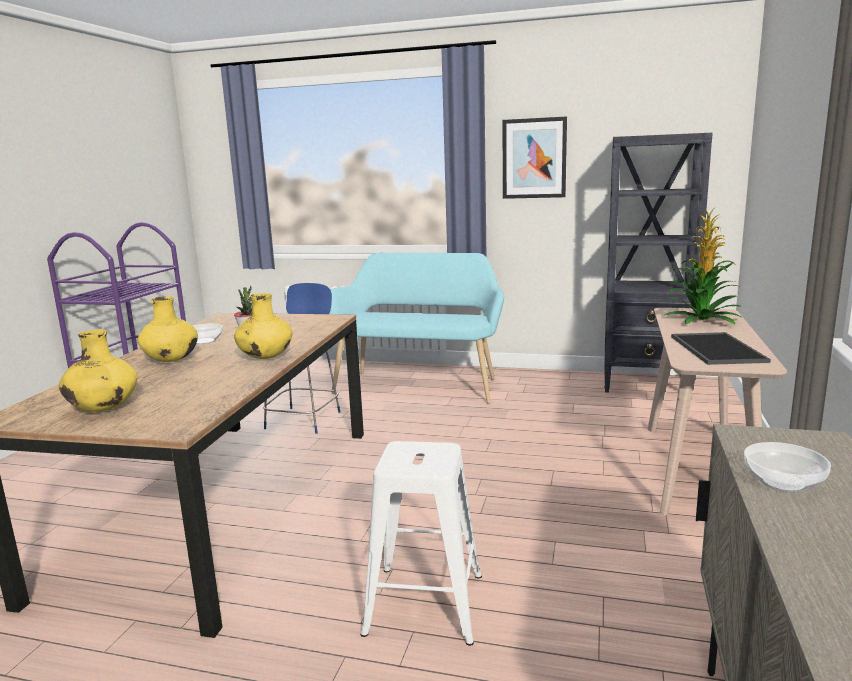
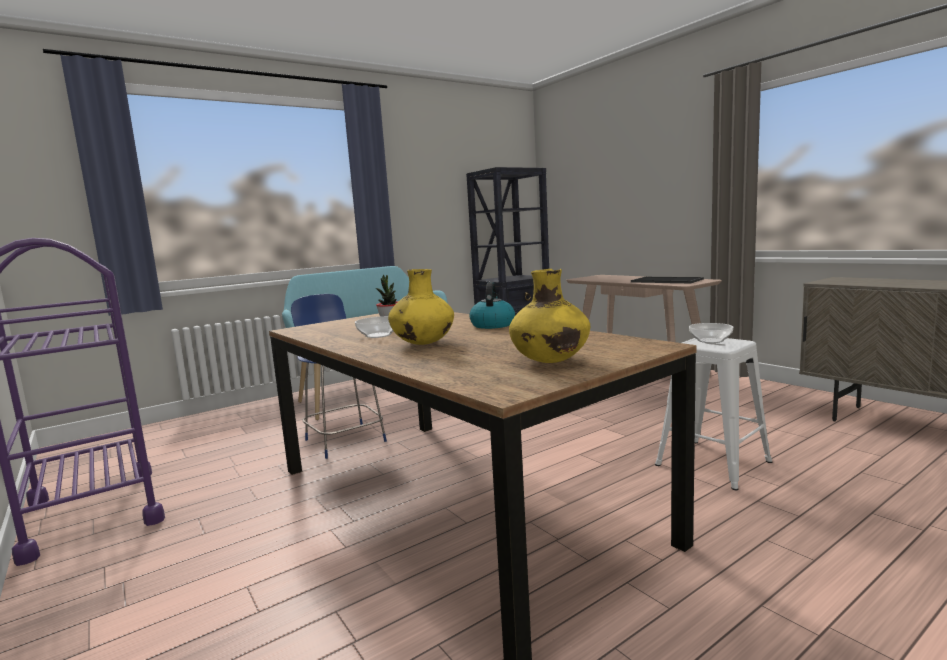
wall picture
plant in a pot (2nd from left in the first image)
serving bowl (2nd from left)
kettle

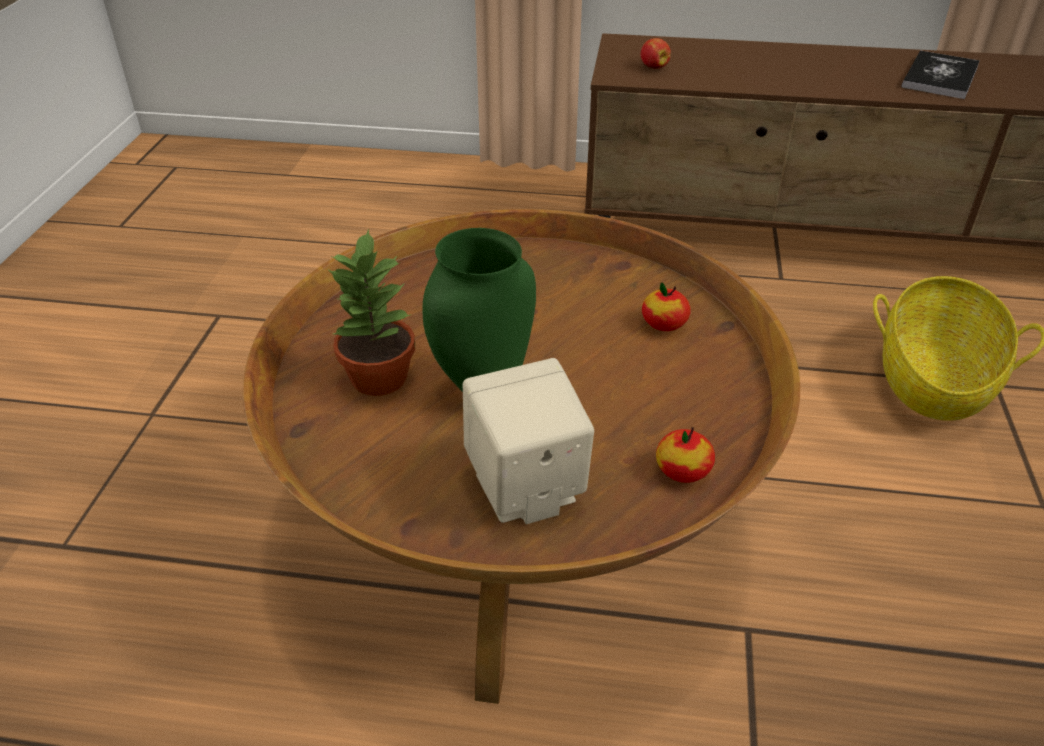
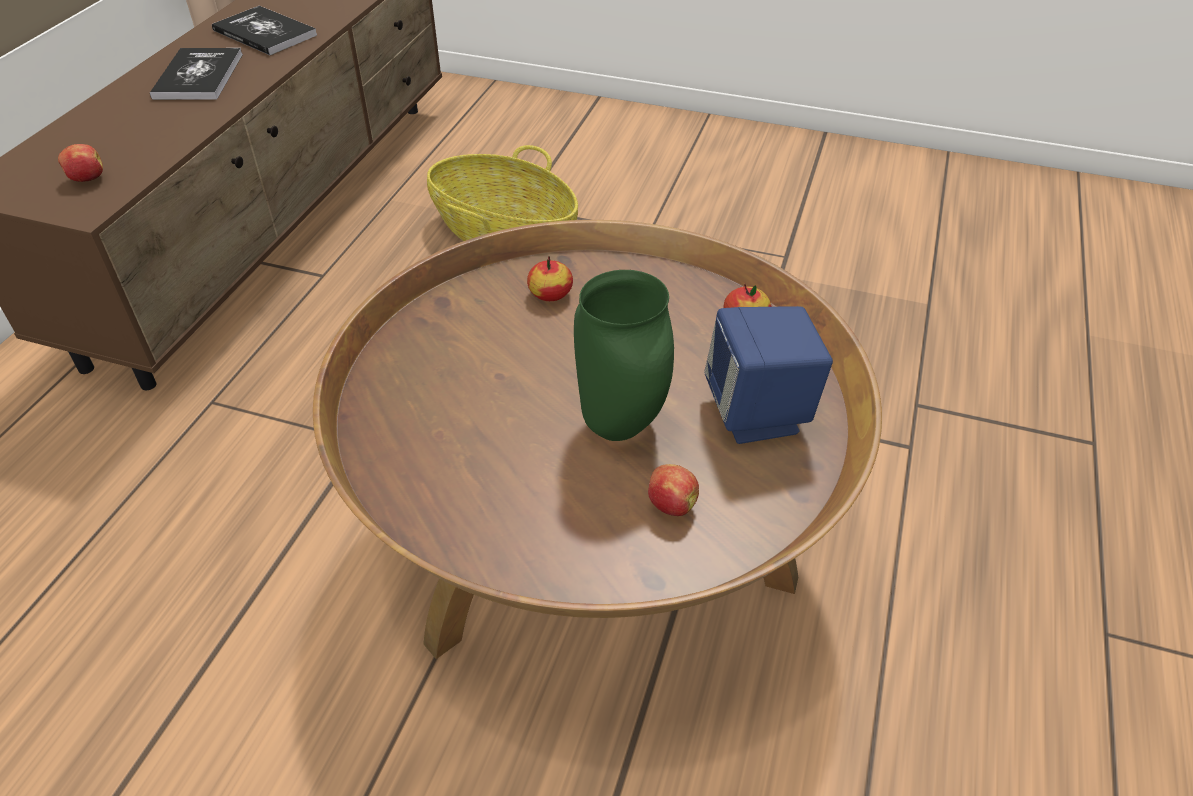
plant in a pot
book (1st from left)
apple fruit (3rd from left)
speaker/blue

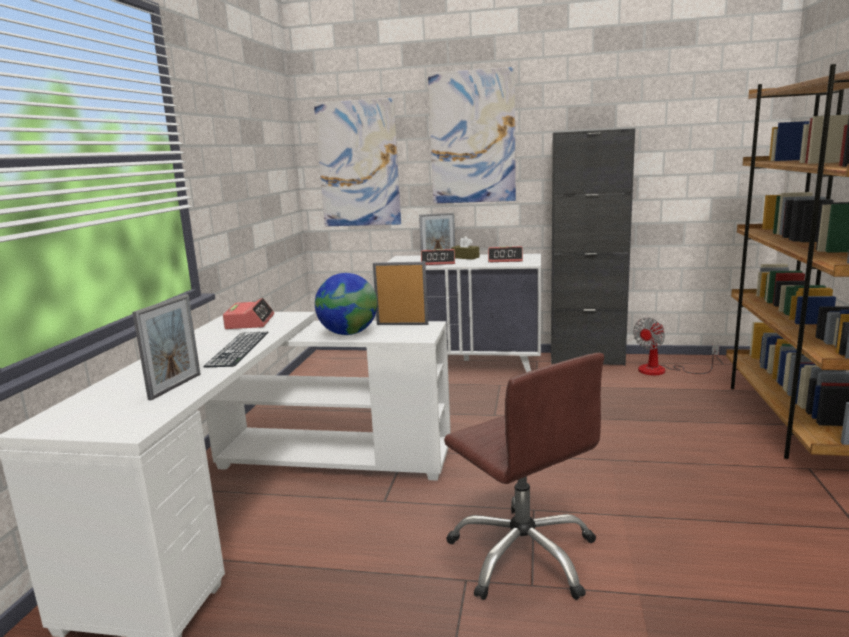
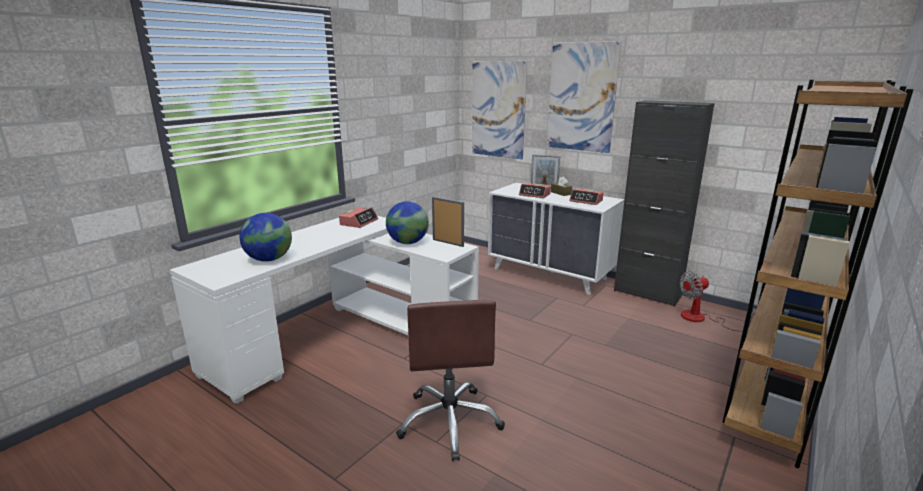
PC keyboard
world globe (1st from left)

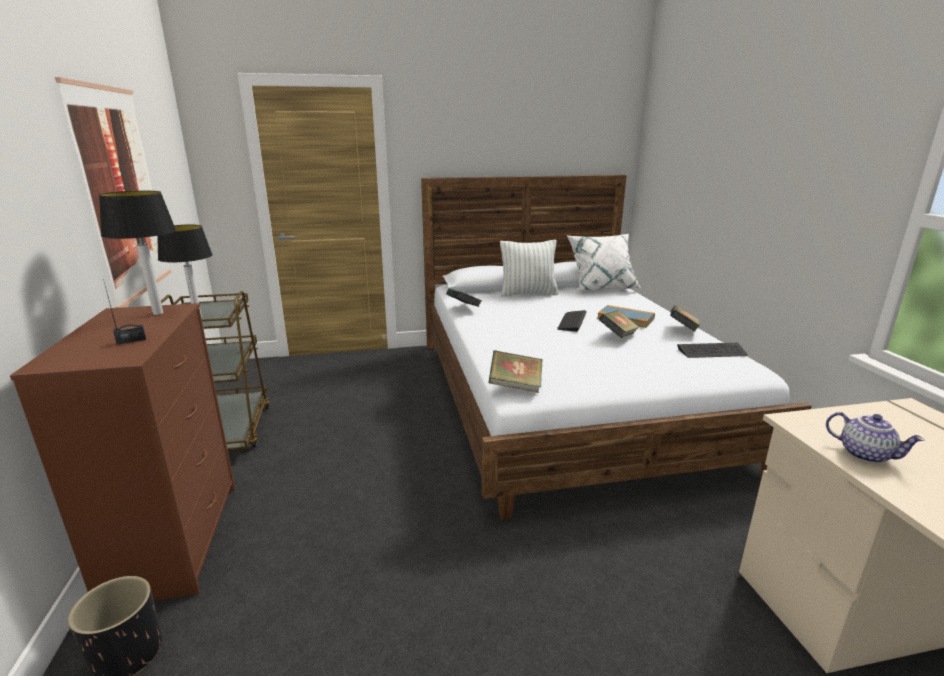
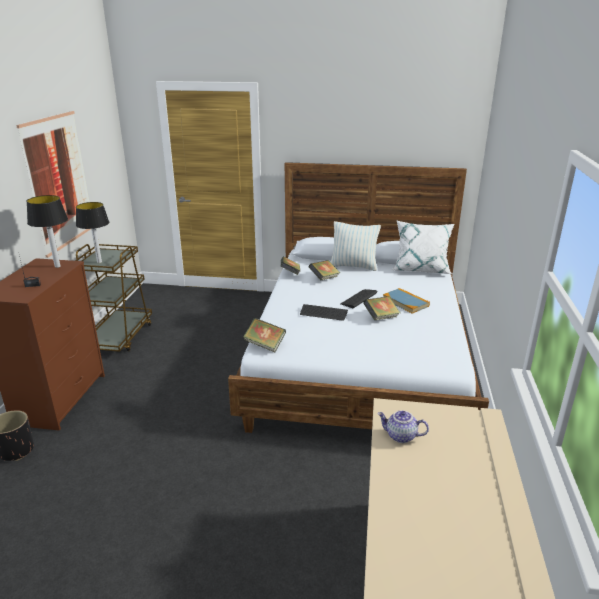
book (3rd from left)
PC keyboard (1st from left)
tea pot

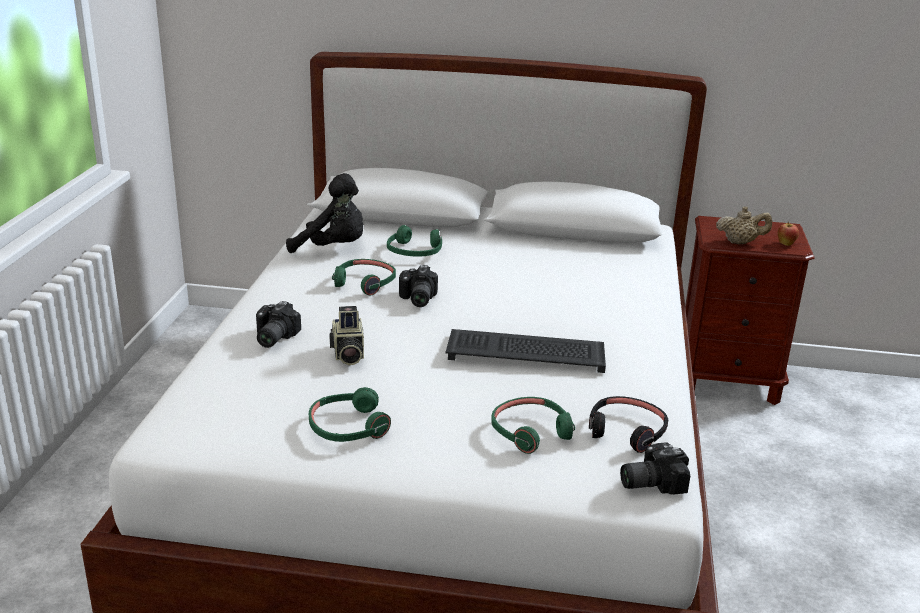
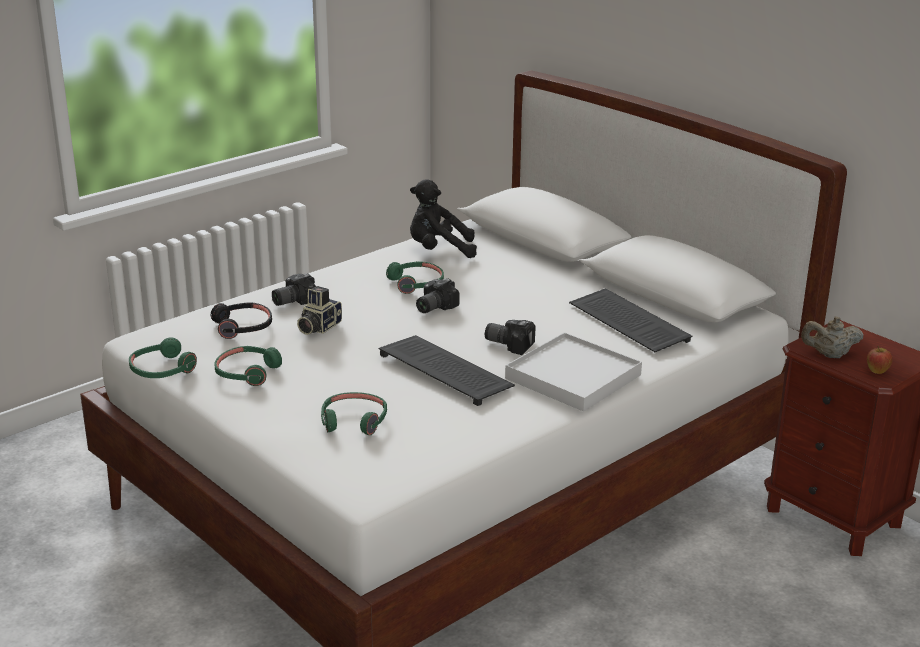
tray/white-coloured
PC keyboard (2nd from left)
pair of headphones/green-coloured (1st from left)
pair of headphones/black
photo camera (4th from left)
cuddly toy/black
tea pot/sand-coloured

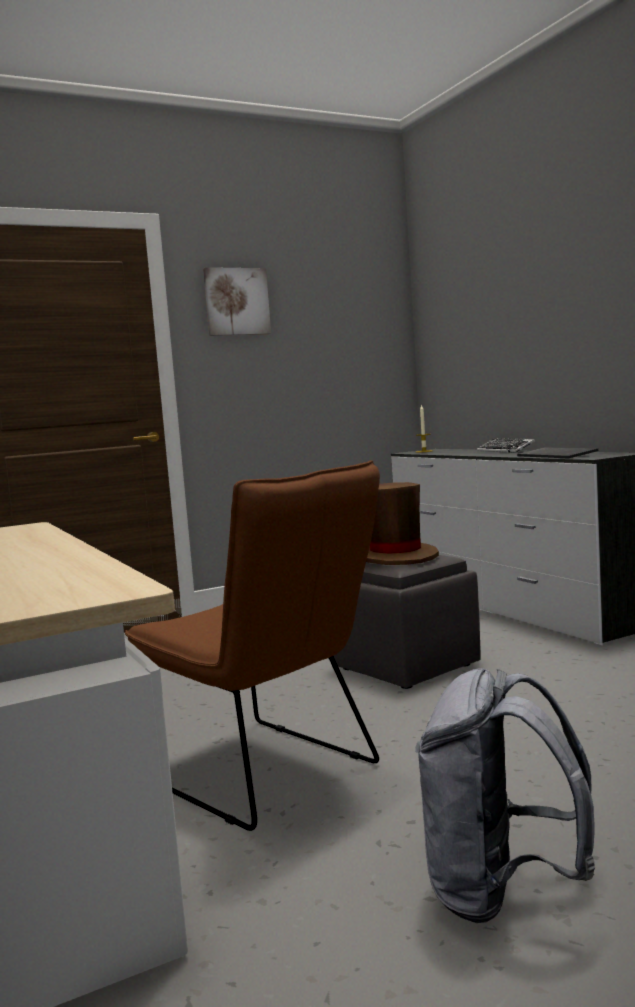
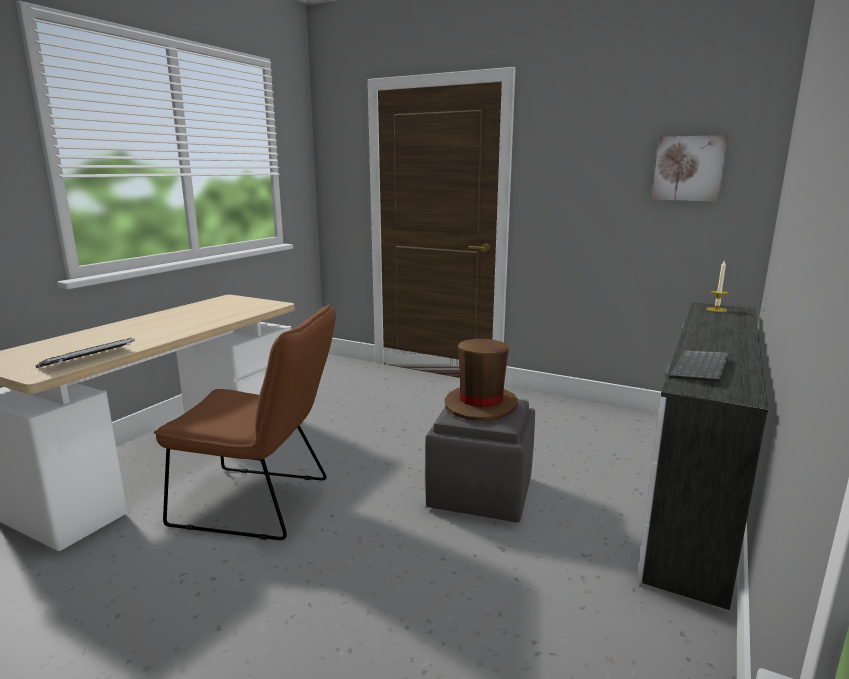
backpack/gray
wall picture
PC keyboard (1st from left)
upright chair/brownish

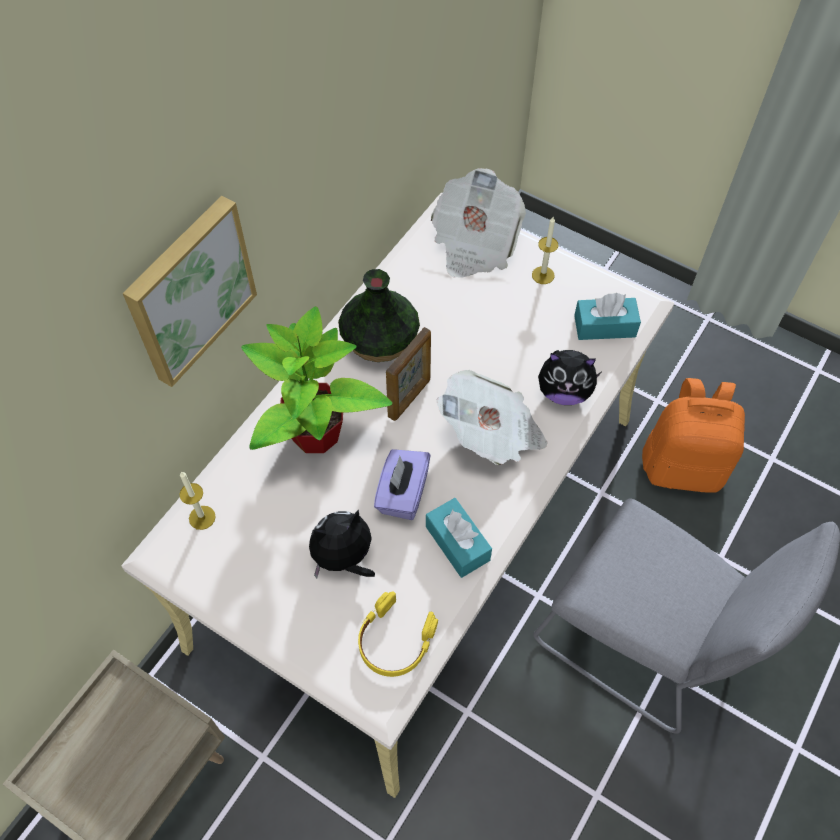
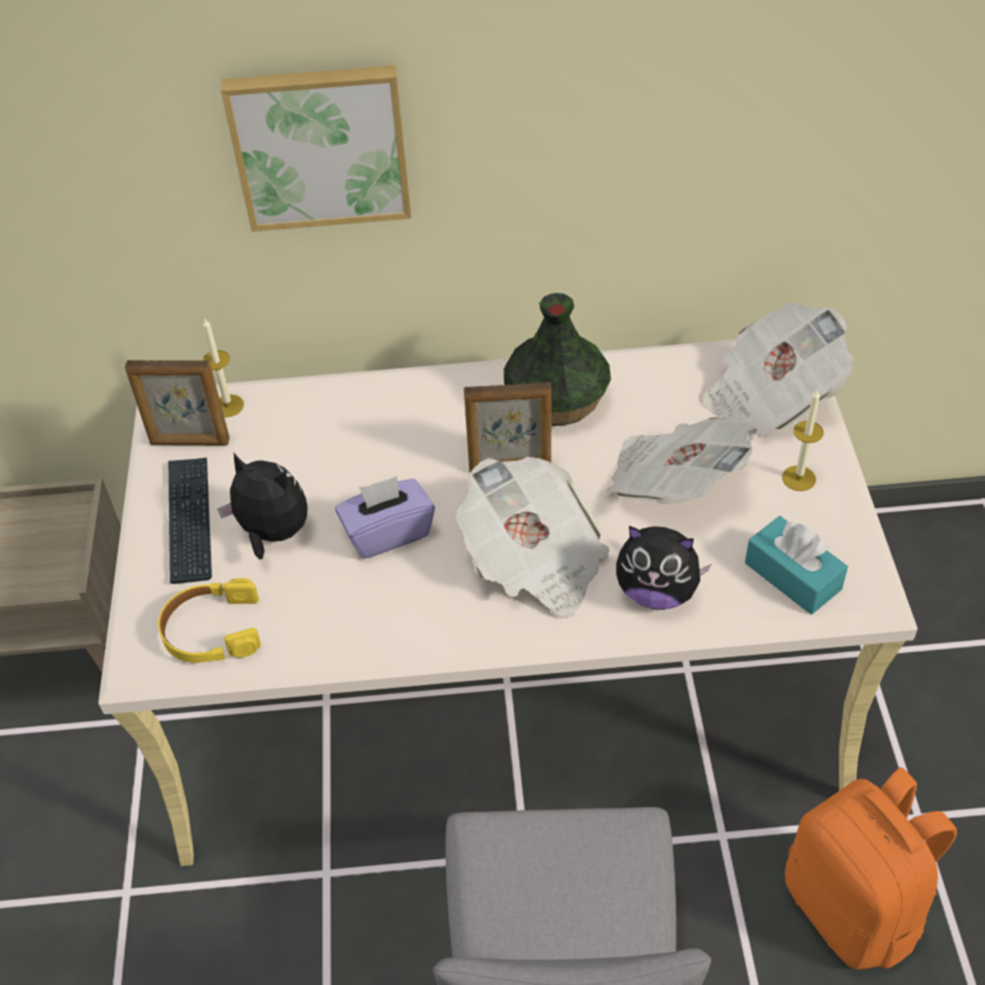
plant in a pot
tissue holder/turquoise-coloured (1st from left in the first image)
picture frame (1st from left)
PC keyboard
printed paper (2nd from left)
cuddly toy (2nd from left)

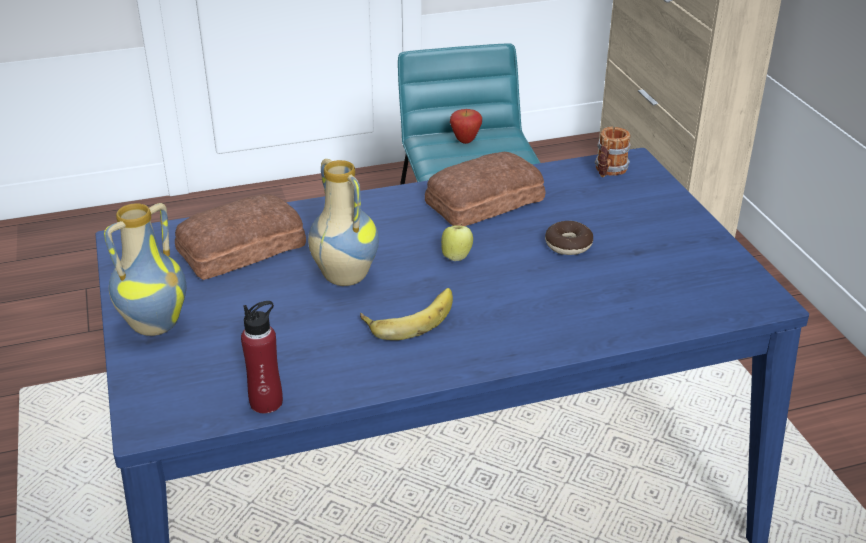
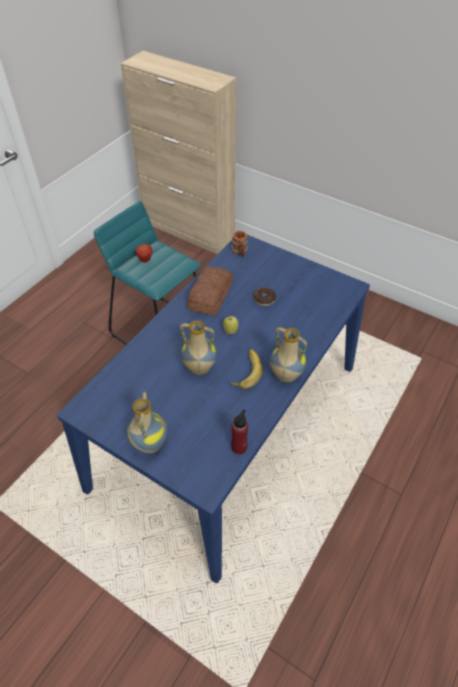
bread (1st from left in the first image)
decorative vase (3rd from left)

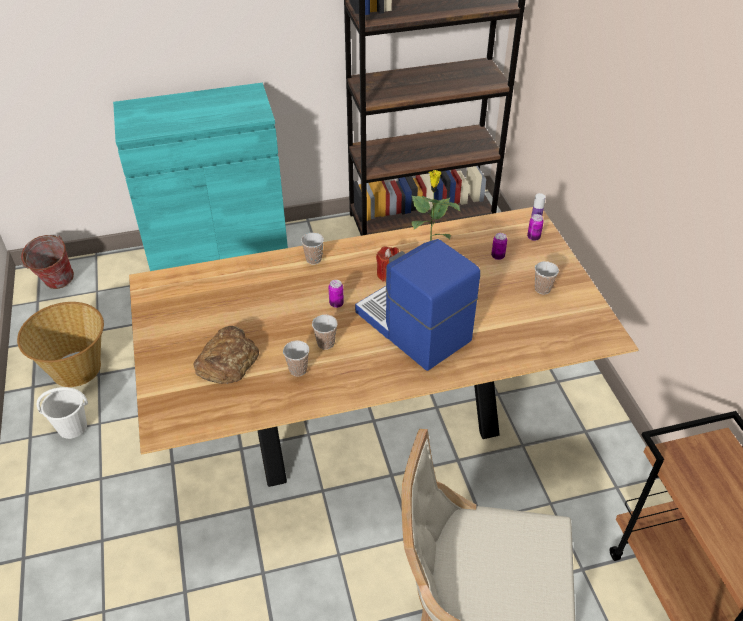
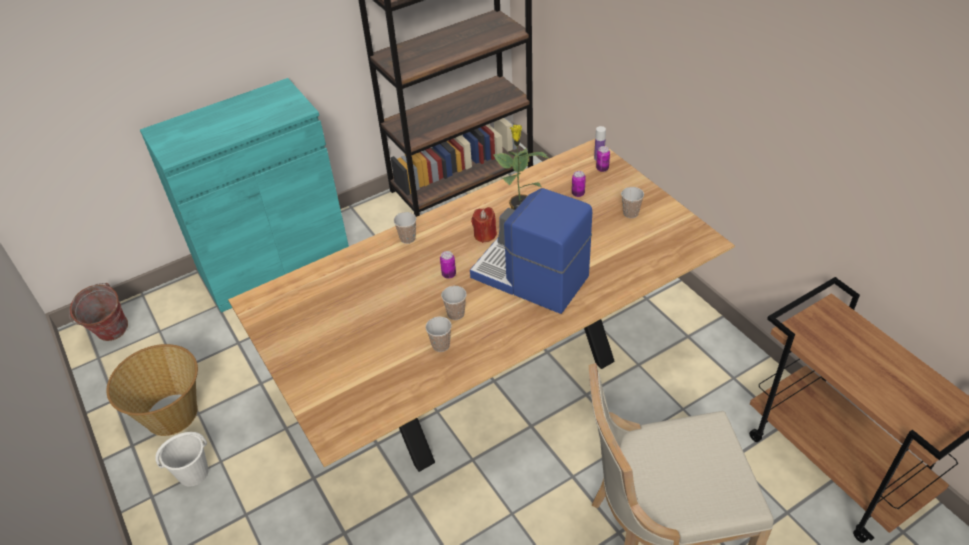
bread

